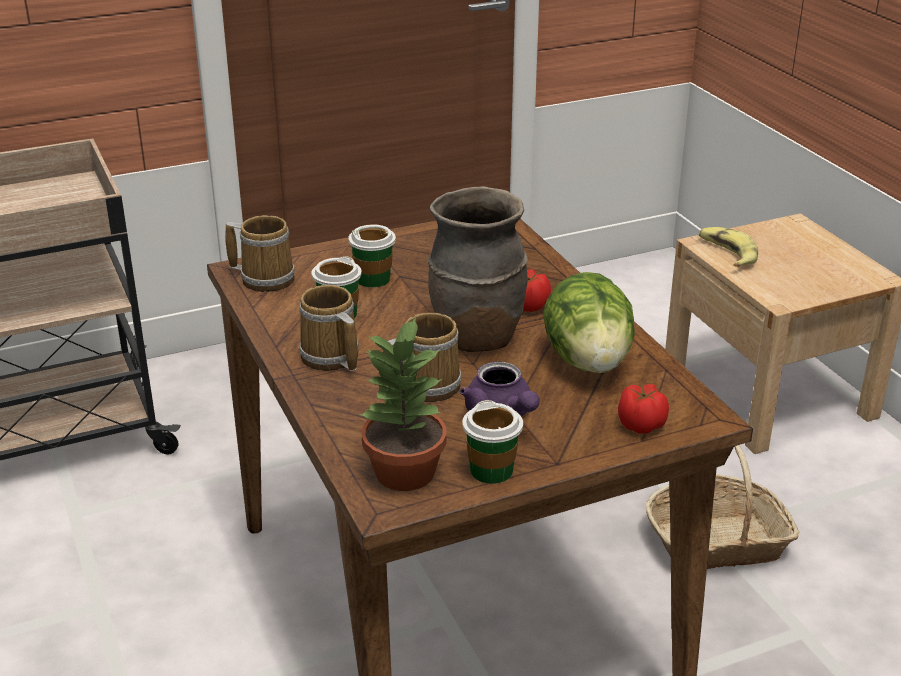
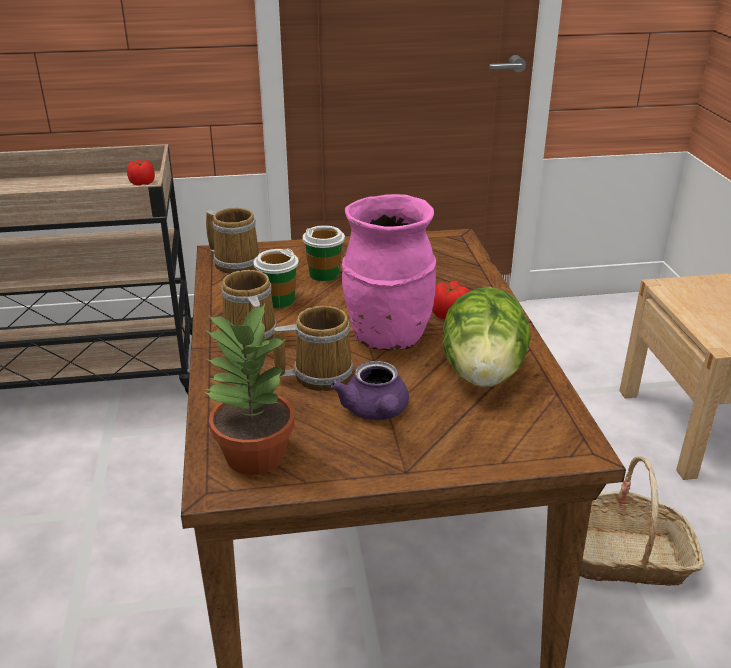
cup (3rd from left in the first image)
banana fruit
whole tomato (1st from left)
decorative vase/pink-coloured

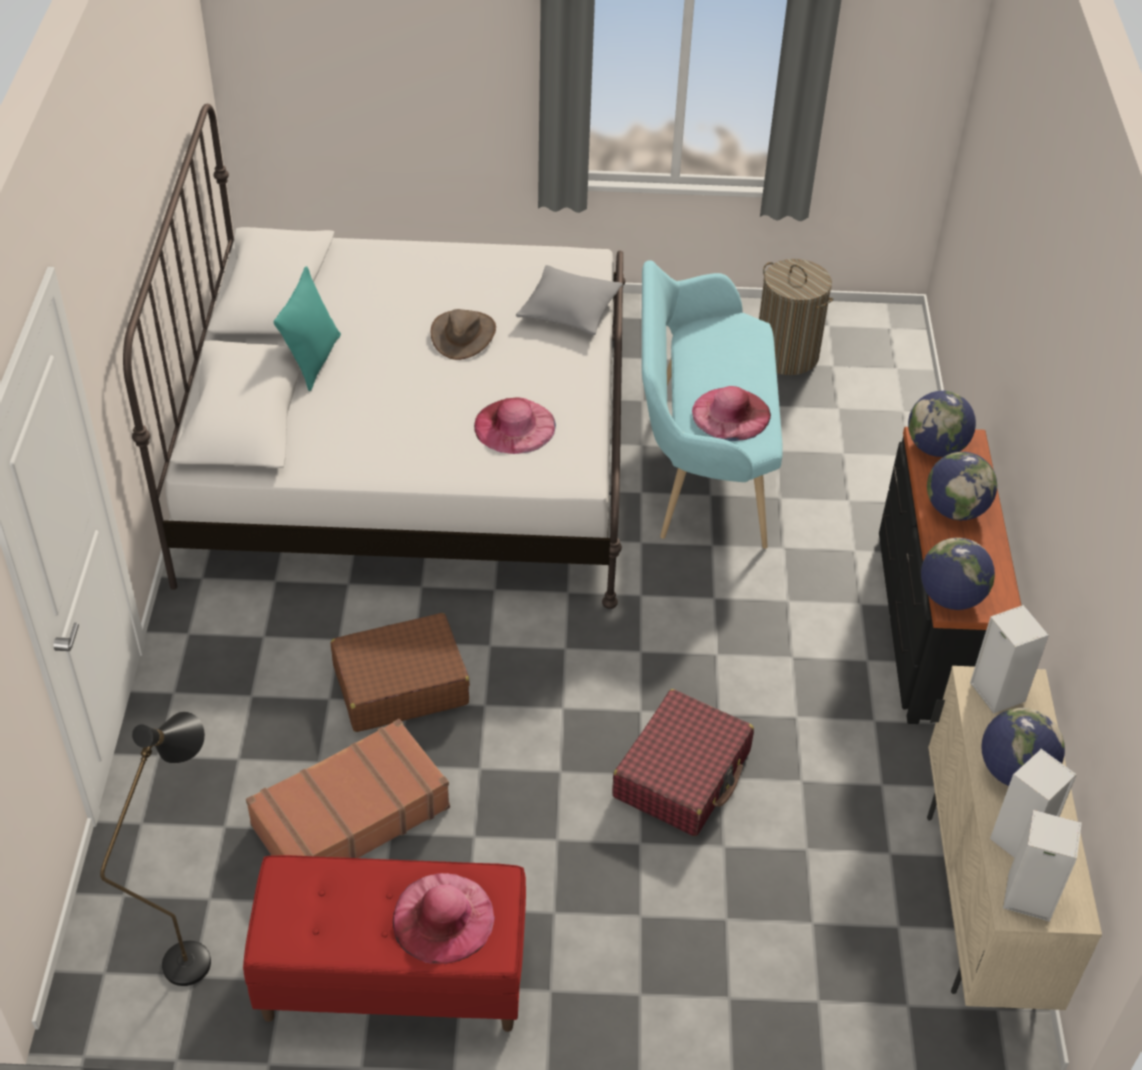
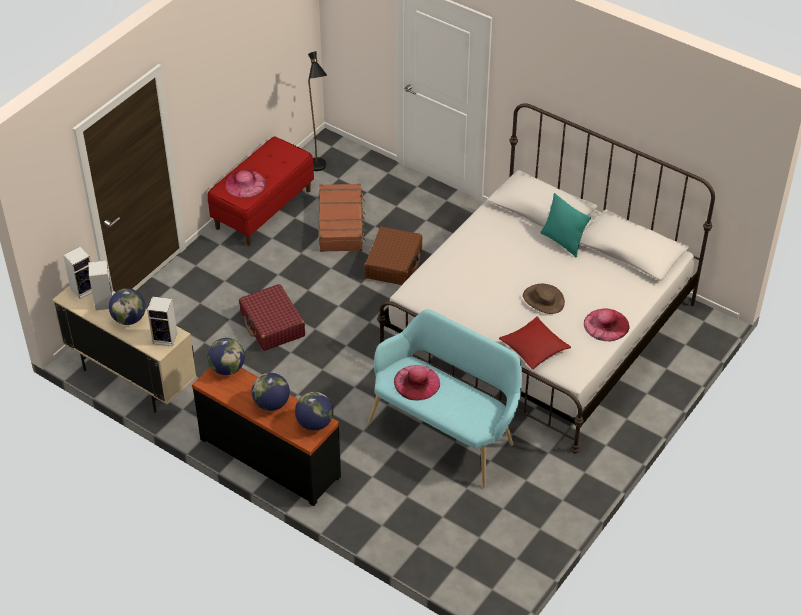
washing basket
wearable hat/pink-coloured (3rd from left)
cushion/reddish

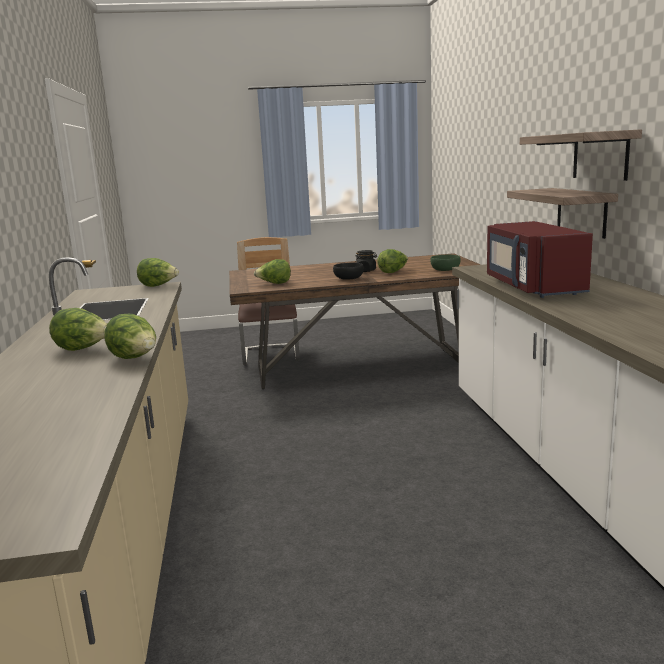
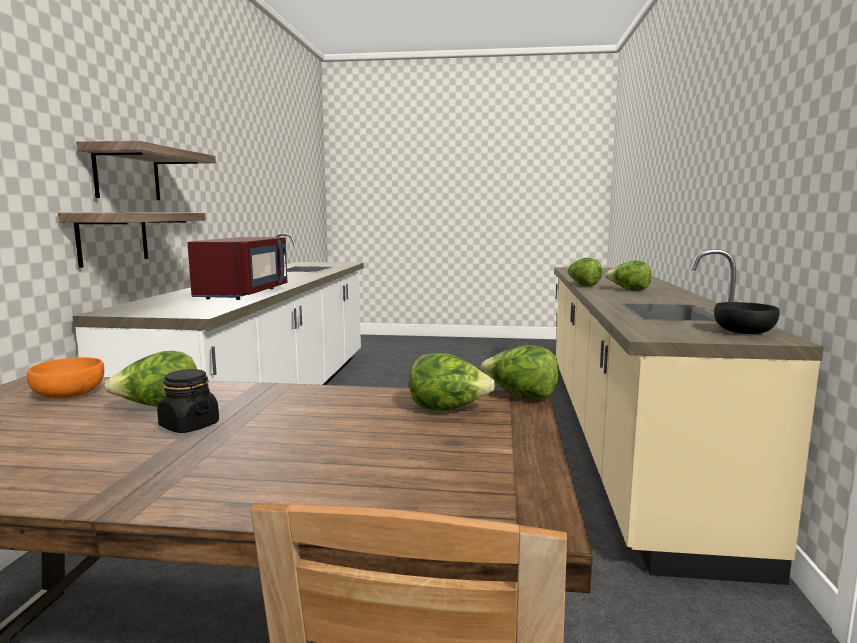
lettuce (3rd from left)
serving bowl/black
serving bowl/orange-coloured

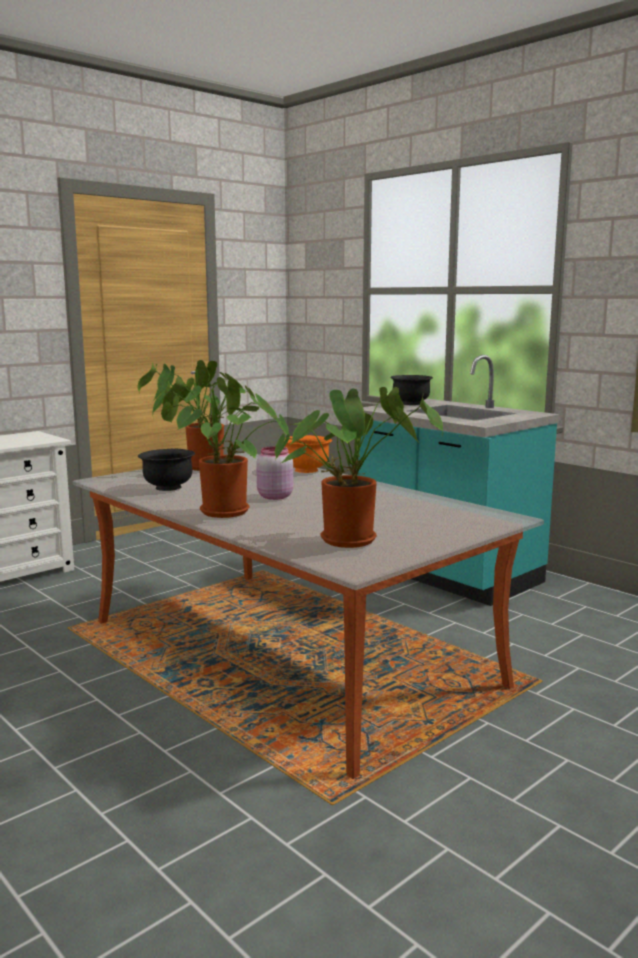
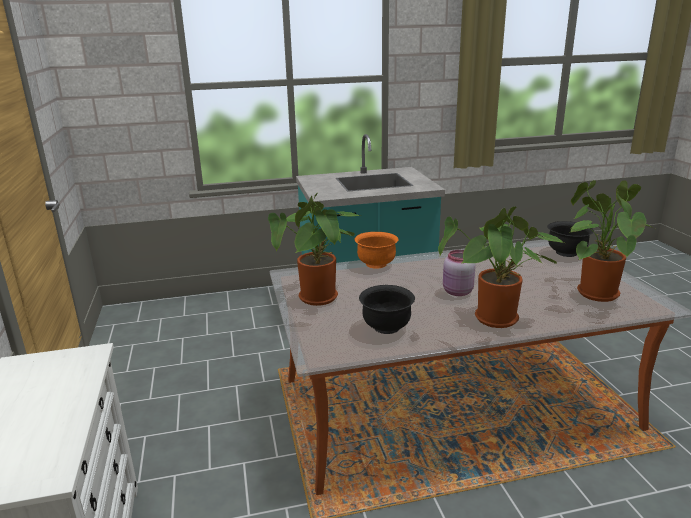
serving bowl/black (2nd from left)

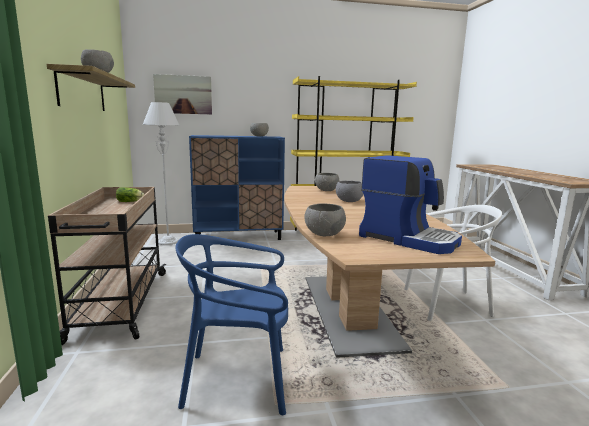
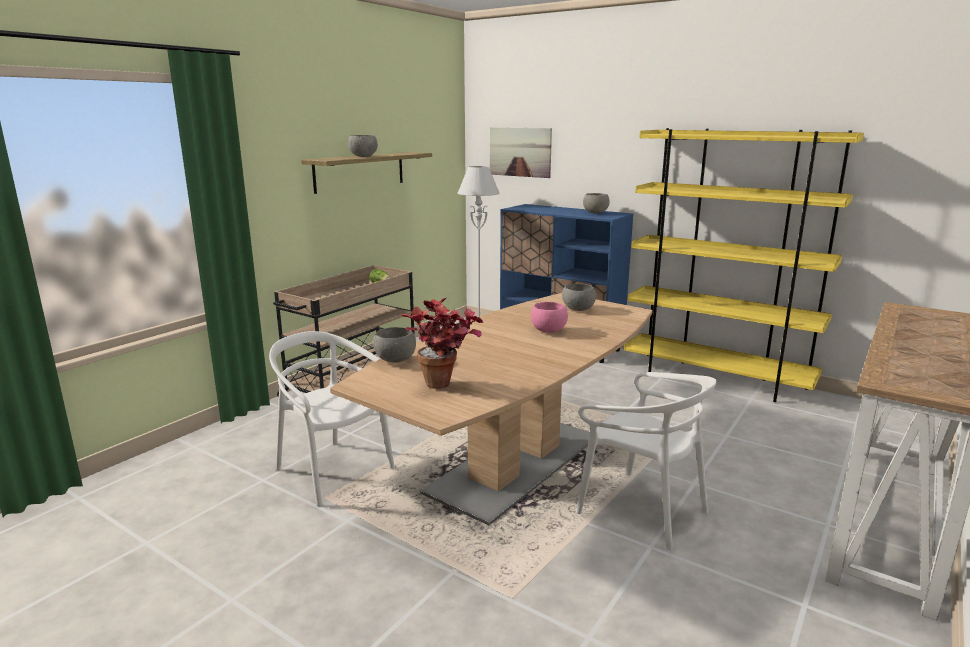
plant in a pot
upright chair/white-coloured (1st from left)
serving bowl/pink-coloured

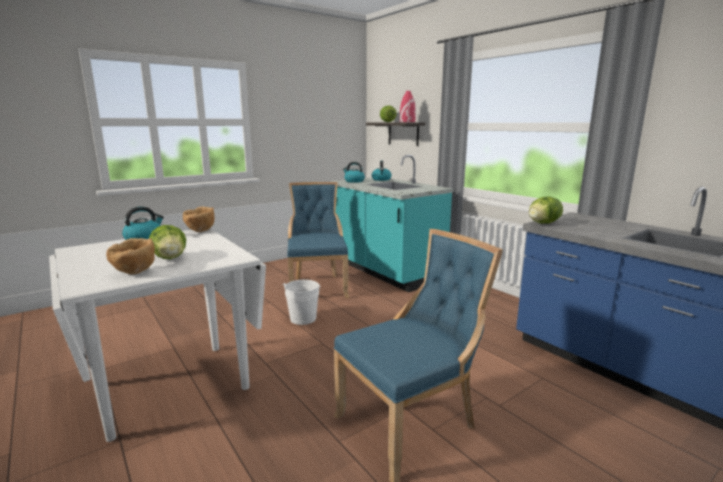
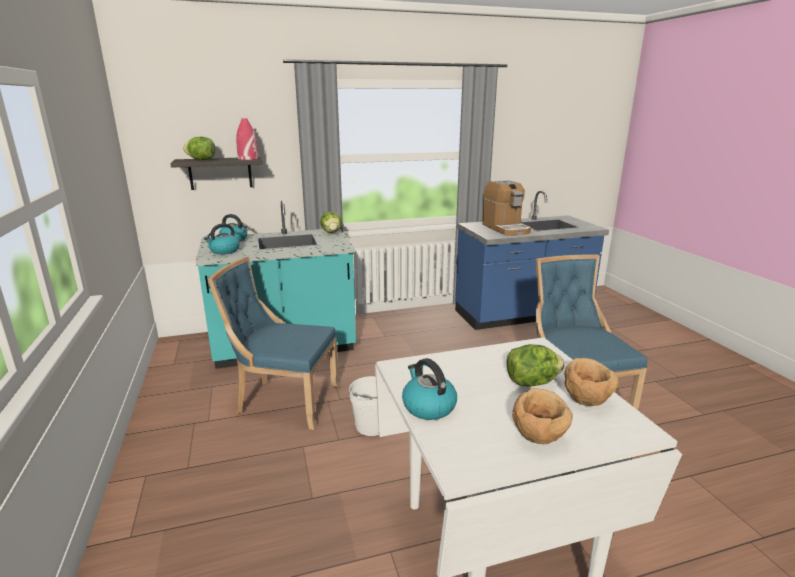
coffee maker
serving bowl/brownish (1st from left)
lettuce (2nd from left)

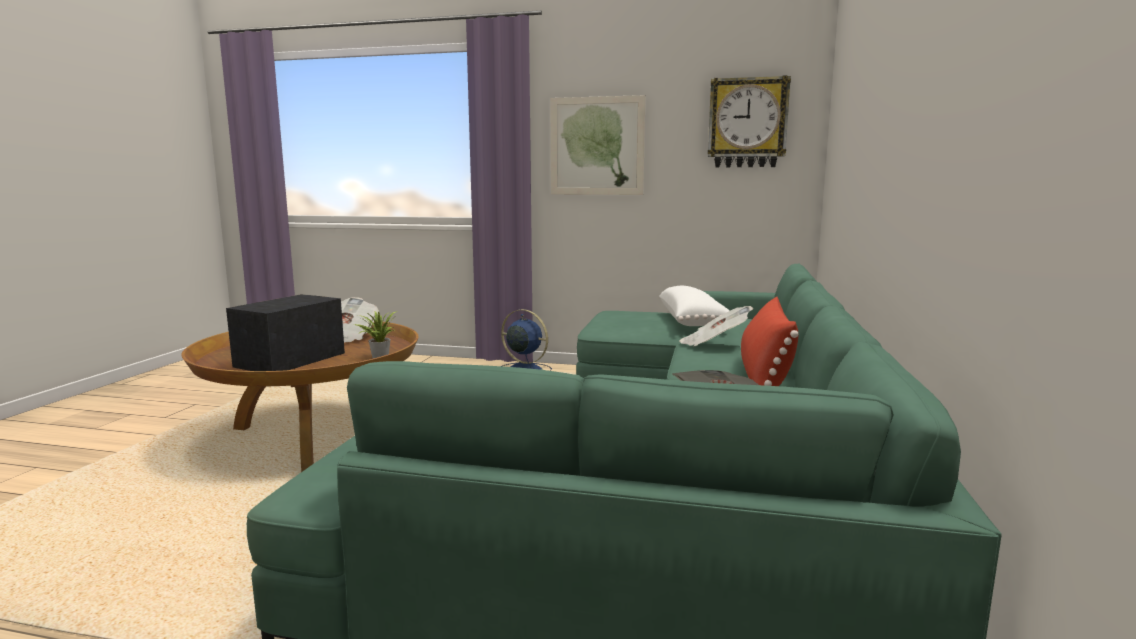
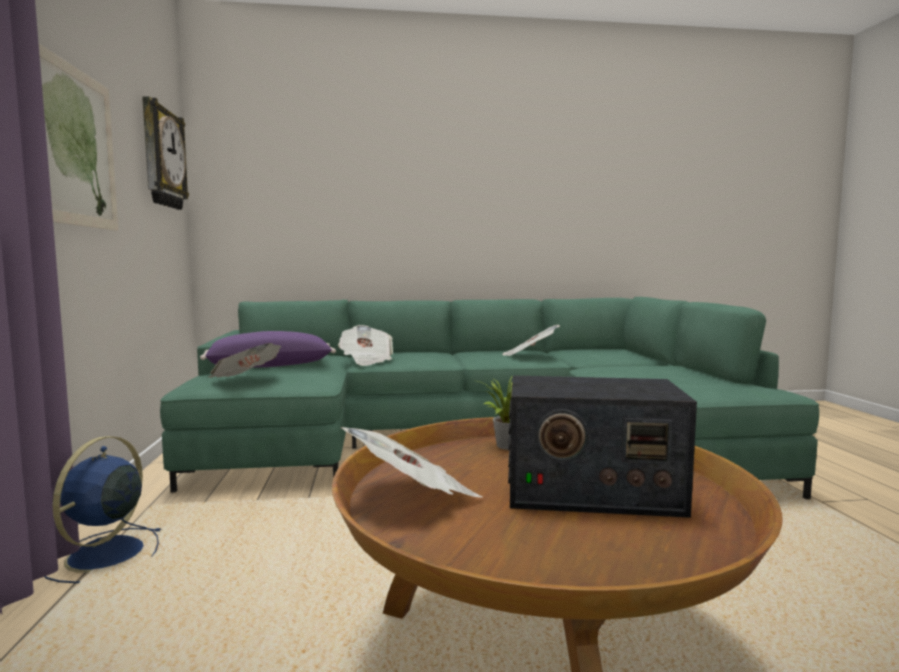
cushion/reddish
printed paper (1st from left)
cushion/purple-coloured

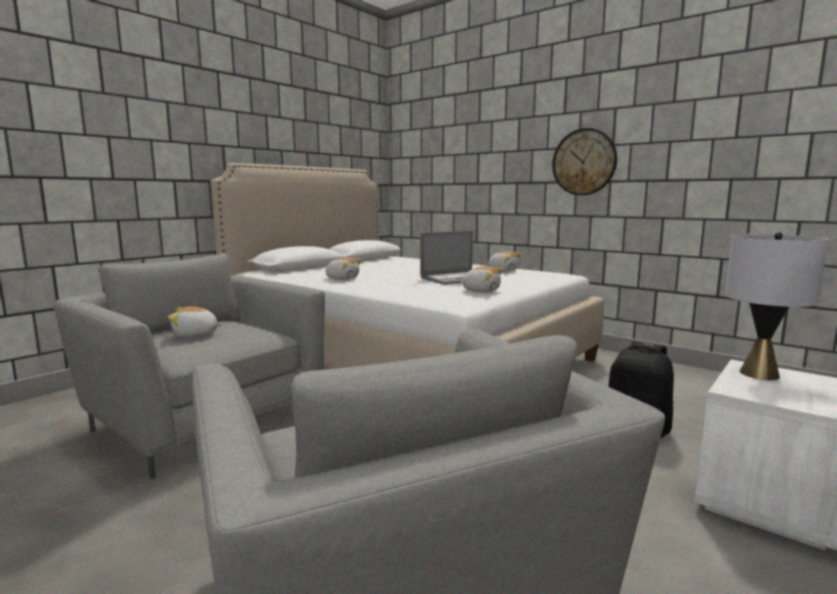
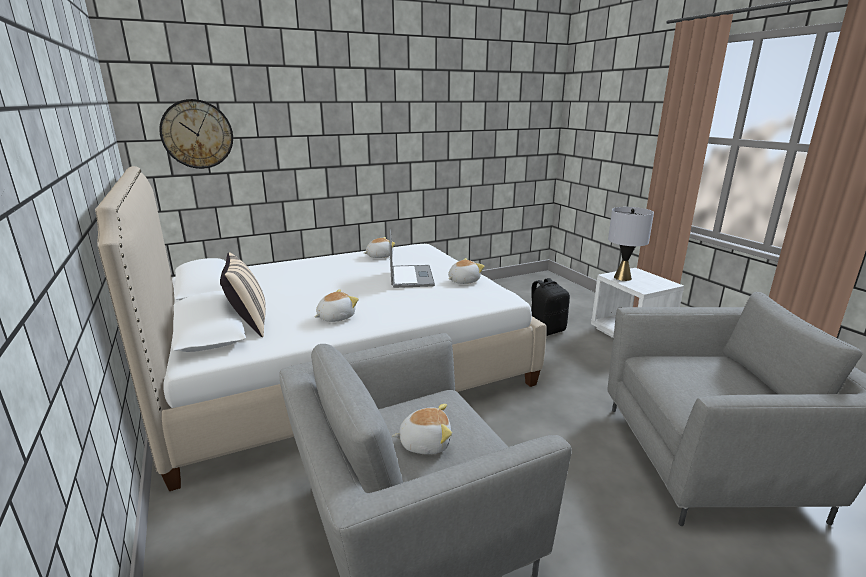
cushion/sand-coloured
hanging clock
cuddly toy (3rd from left)

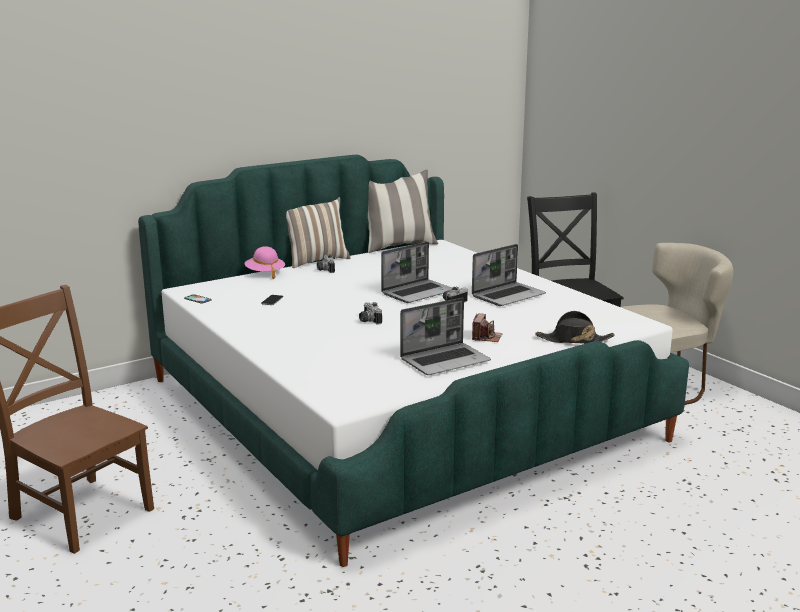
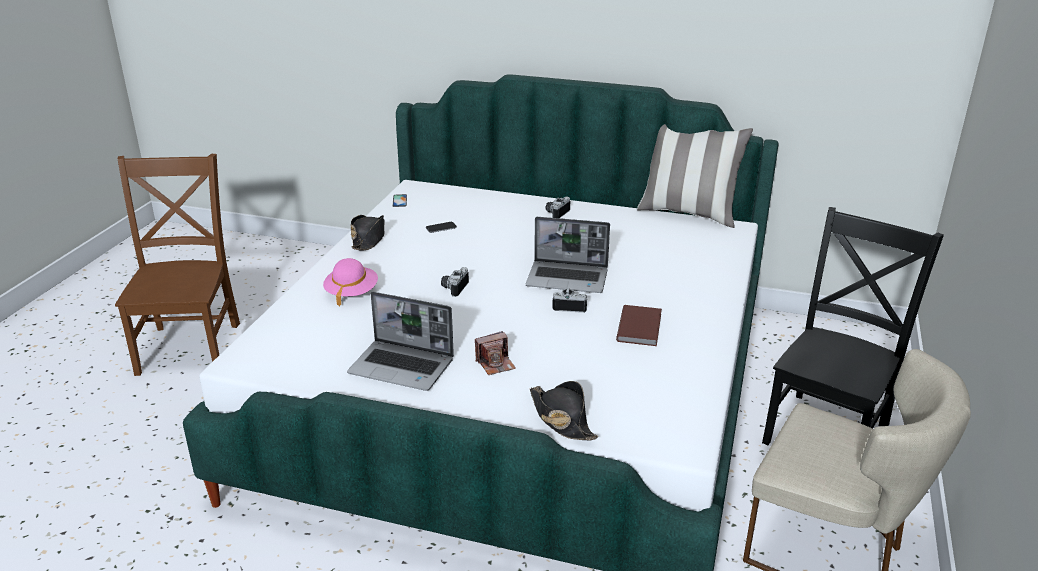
cushion (1st from left in the first image)
wearable hat/black (1st from left)
wearable hat/pink-coloured
book/brownish

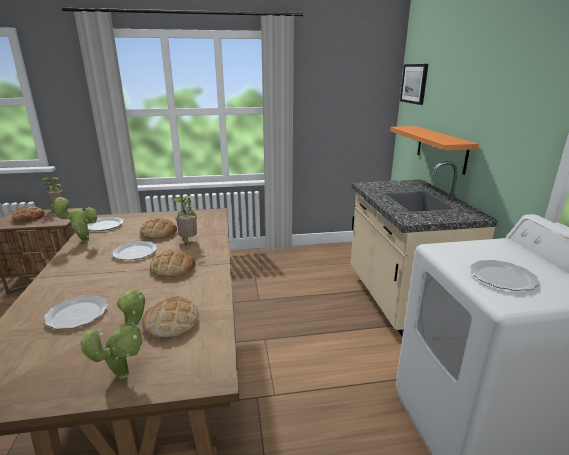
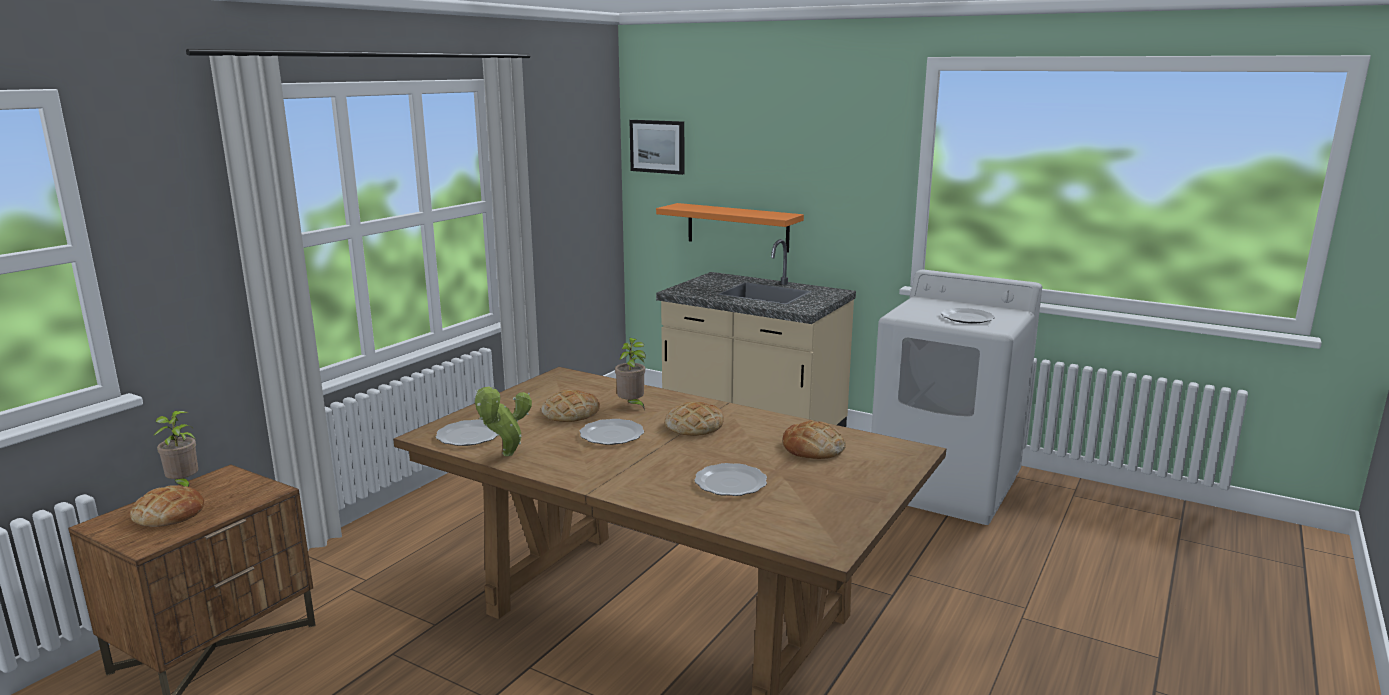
plant in a pot (3rd from left in the first image)

